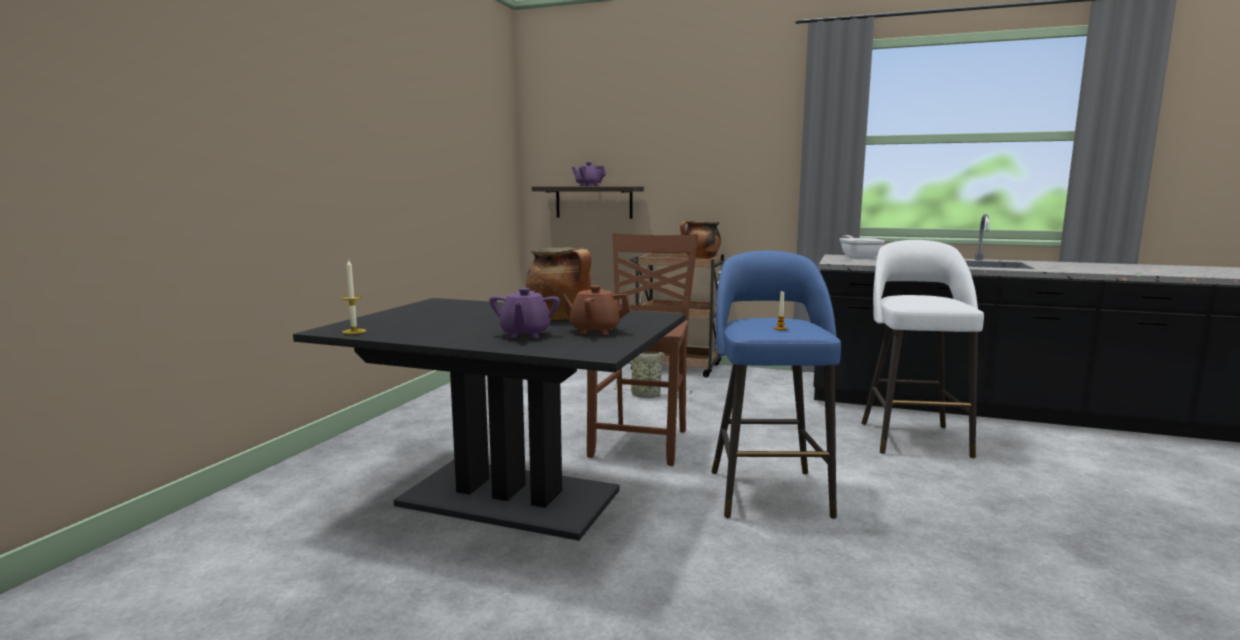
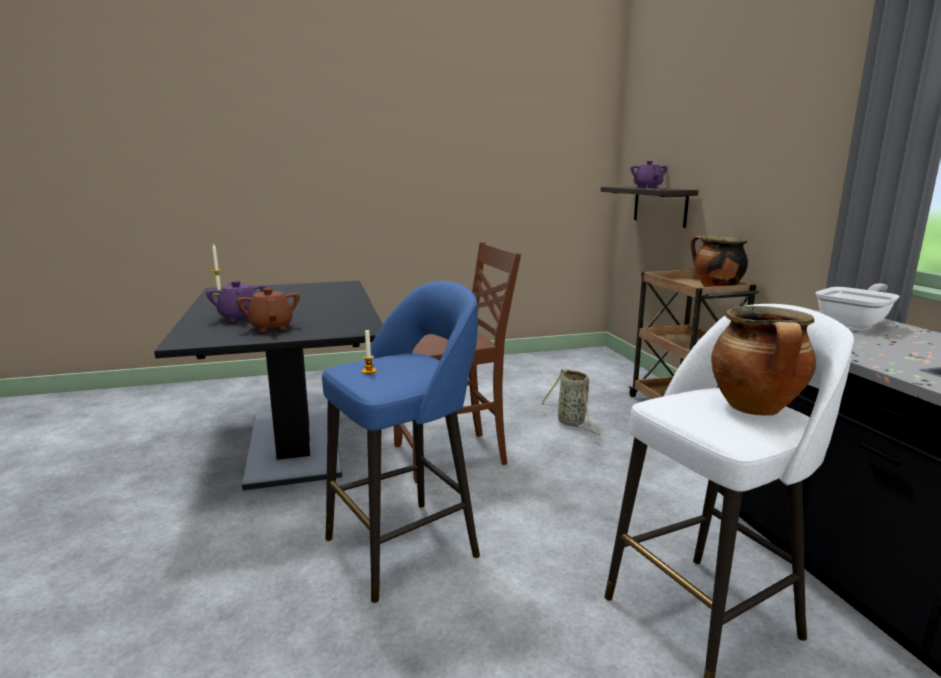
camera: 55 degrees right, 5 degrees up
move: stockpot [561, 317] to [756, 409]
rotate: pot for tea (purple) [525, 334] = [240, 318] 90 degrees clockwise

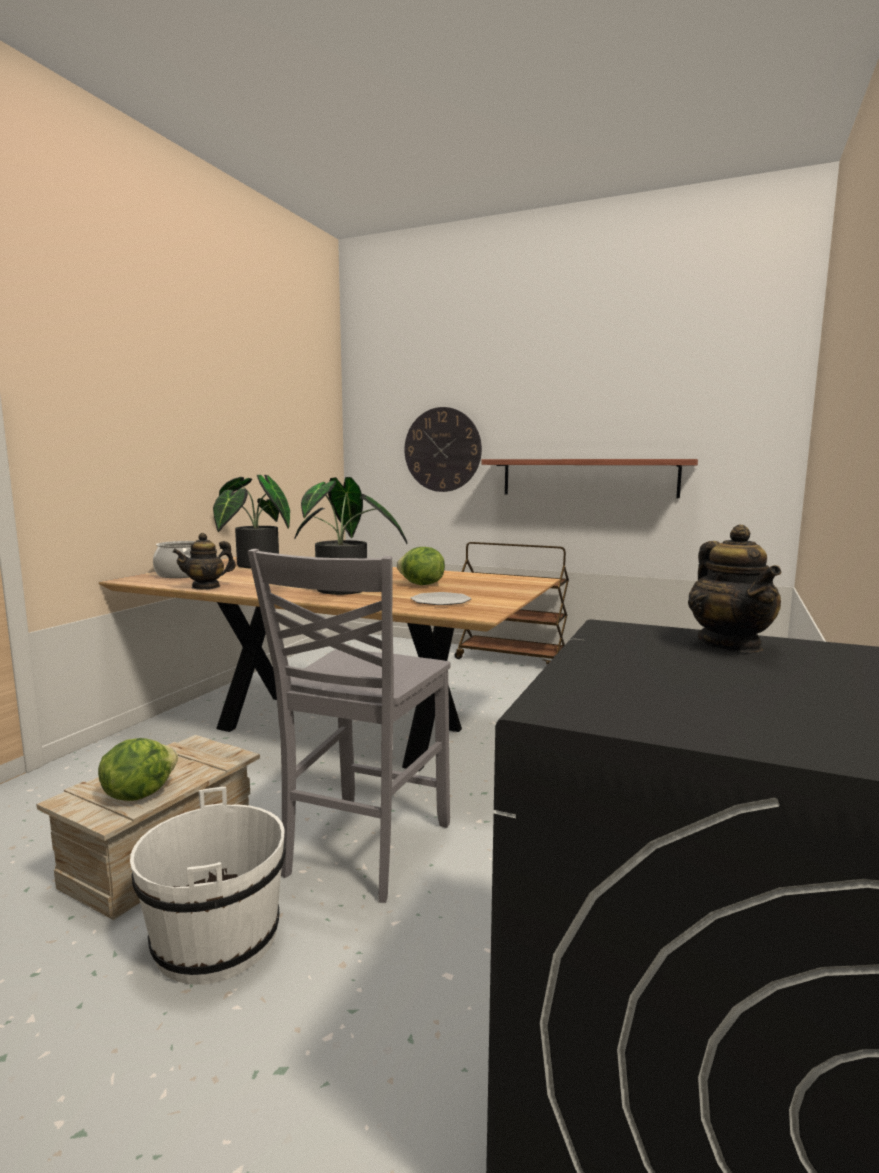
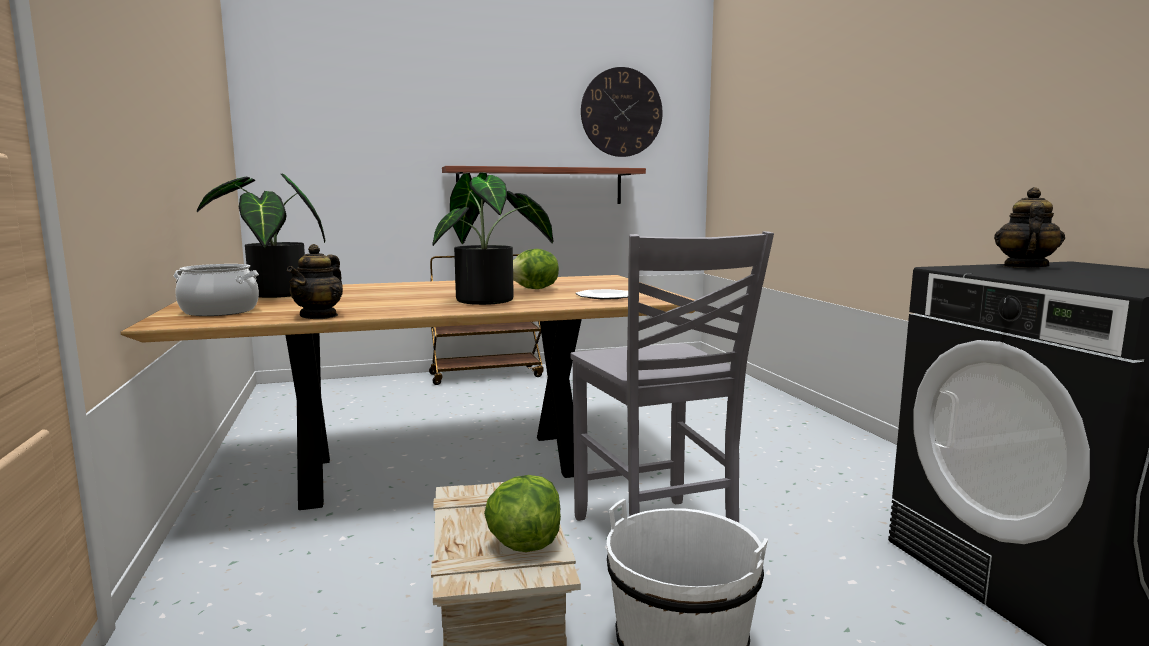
camera: 40 degrees left, 0 degrees up
move: wall clock [442, 450] to [621, 112]
rotate: pot for tea [730, 645] = [1024, 267] 105 degrees counterclockwise

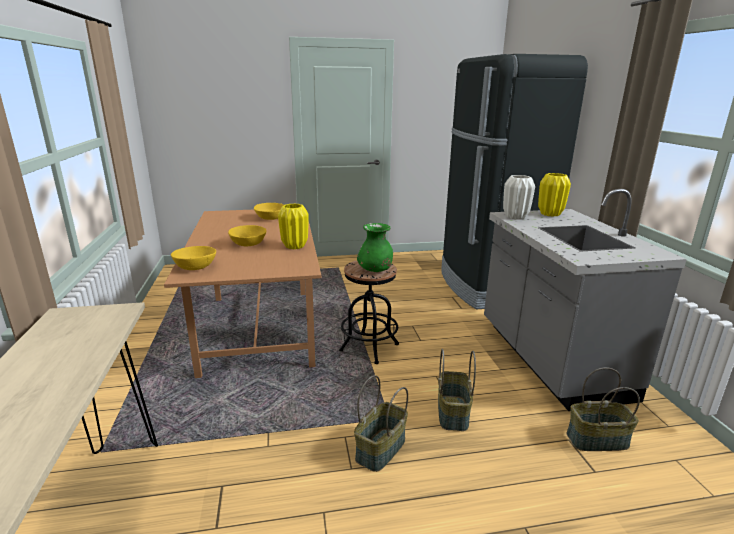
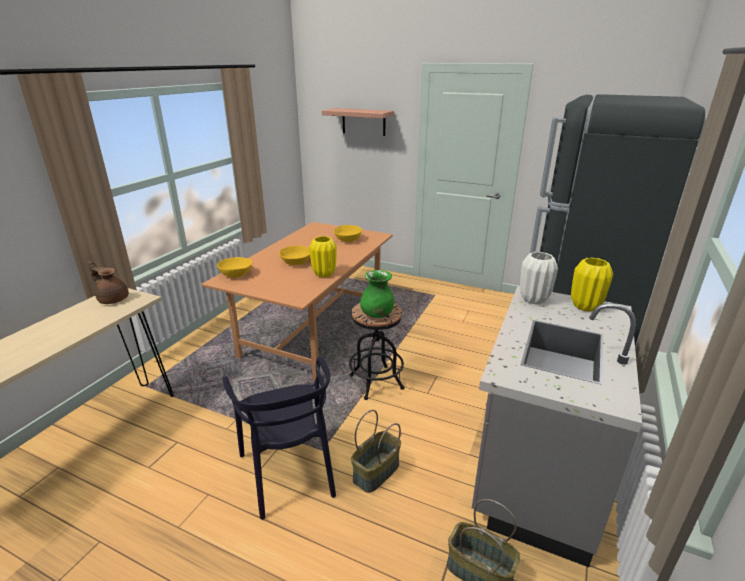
camera: 35 degrees right, 5 degrees up
insert: pot for tea (brownish) [113, 299]; bracket shelf [363, 122]
replace: basket [381, 450] to upright chair (blackish) [289, 472]

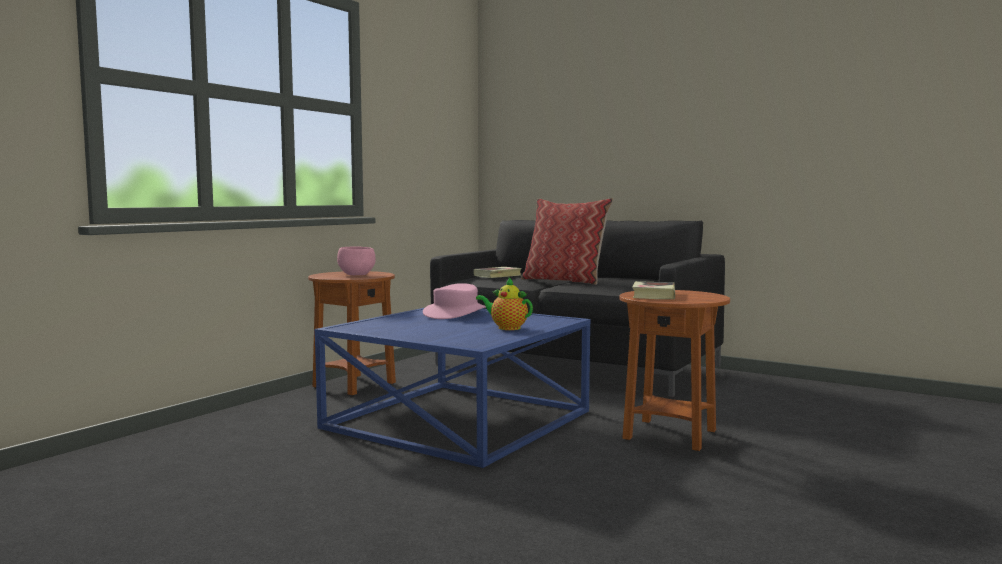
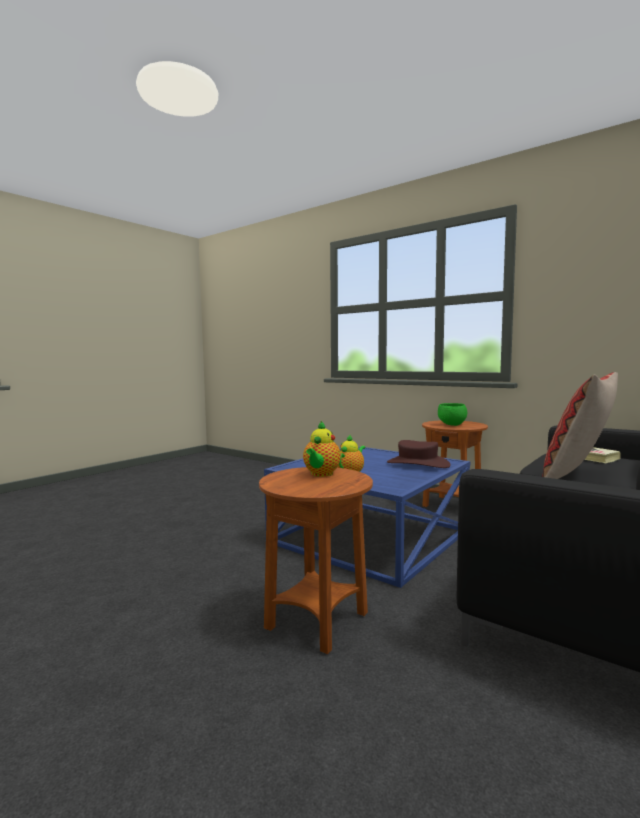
camera: 95 degrees right, 0 degrees up
replace: book [653, 295] to pot for tea [321, 474]
recolor: hat (pink-coloured) [455, 313] to hat (brownish) [418, 464]; serving bowl (pink-coloured) [357, 275] to serving bowl (green) [452, 425]

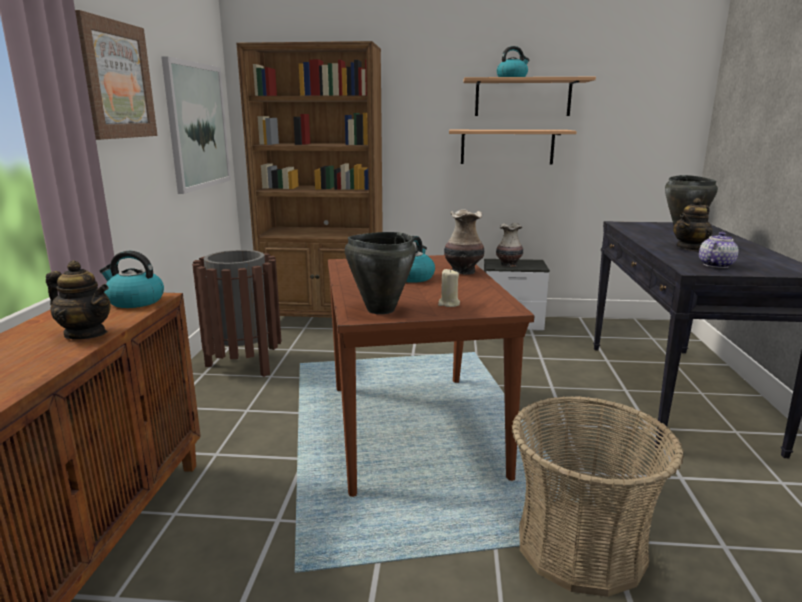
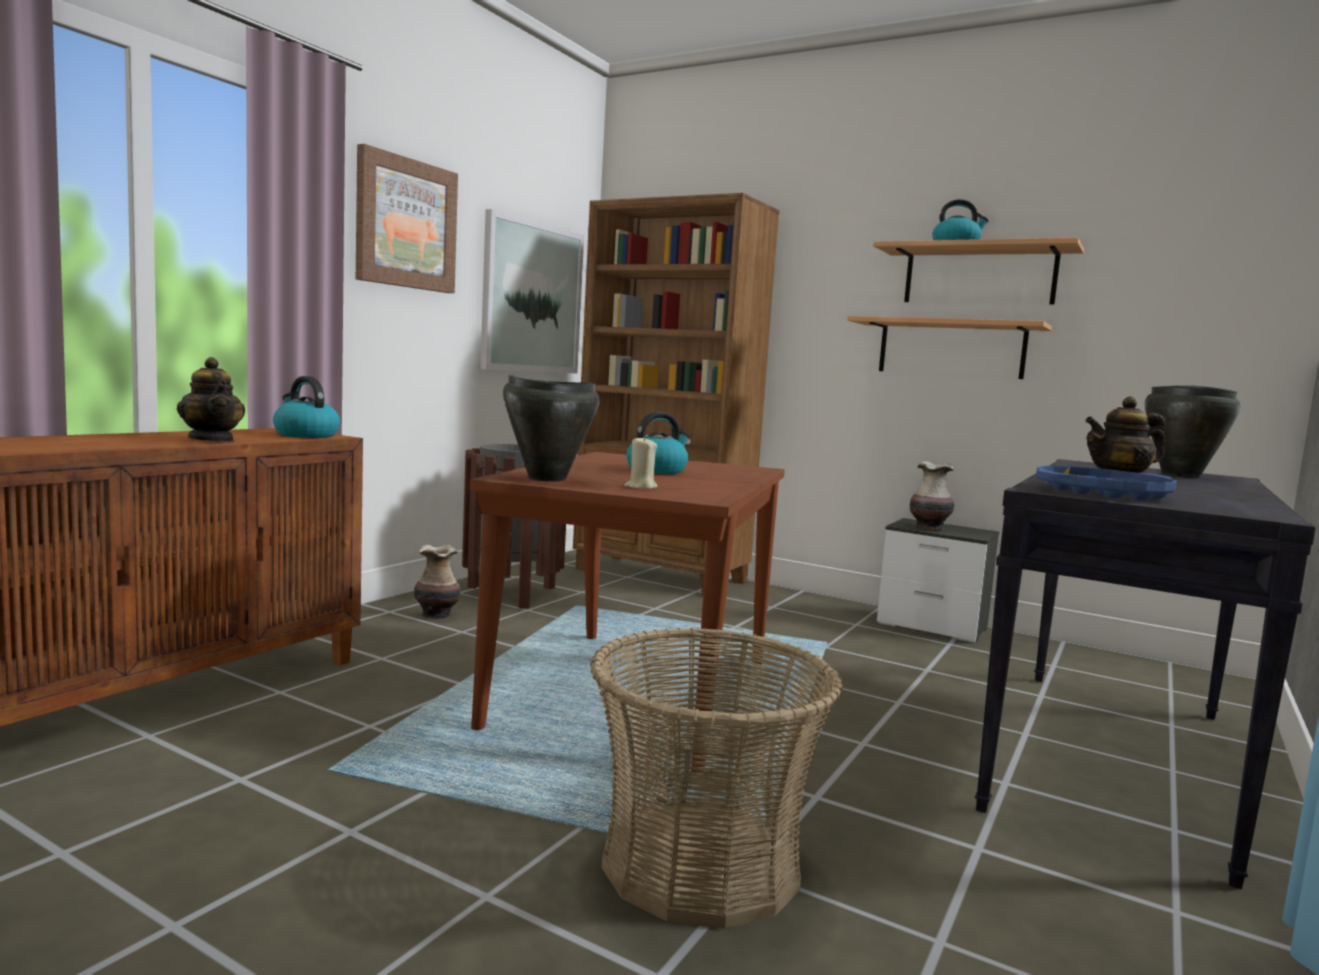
camera: 25 degrees right, 10 degrees down
move: flower vase [462, 271] to [436, 615]
replace: pot for tea [715, 265] to carrying tray (blue) [1102, 493]

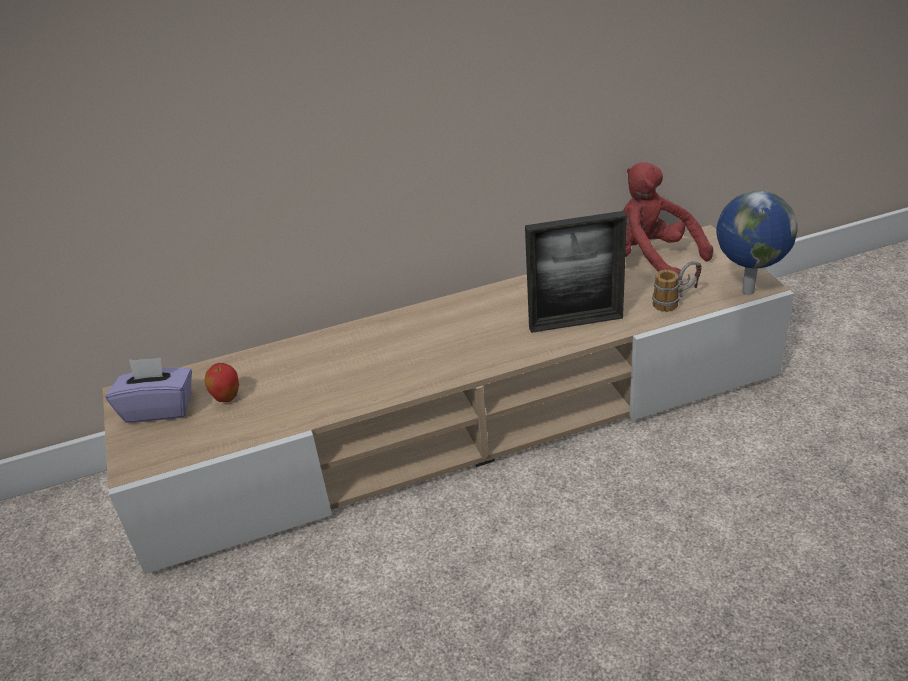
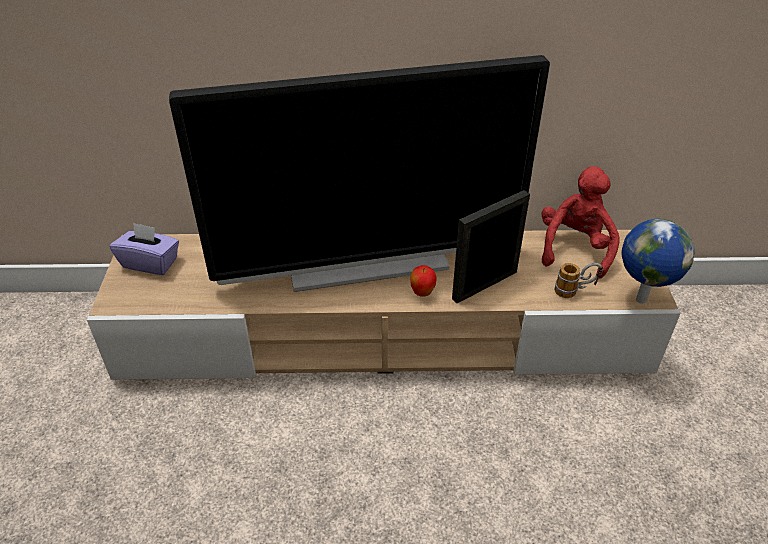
camera: 15 degrees right, 5 degrees up
insert: TV set [368, 264]
move: apple fruit [227, 398] to [422, 293]
rotate: photo frame [576, 322] = [484, 285] 135 degrees clockwise; soft toy (red-coloured) [652, 261] = [574, 248] 45 degrees clockwise

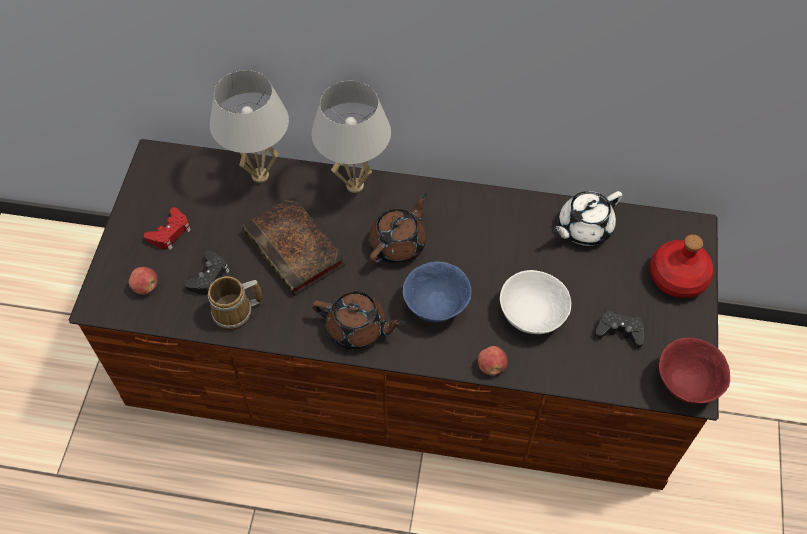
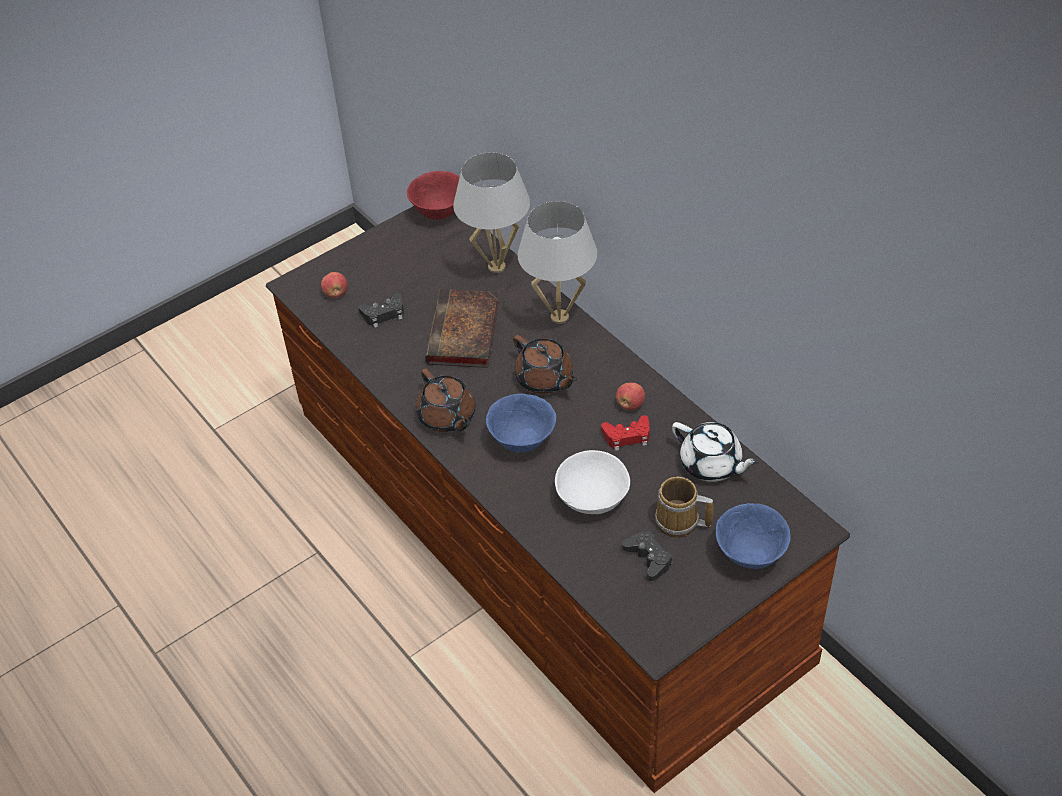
camera: 45 degrees right, 10 degrees down
move: serving bowl (red-coloured) [686, 384] to [439, 212]; gamepad (red-coloured) [170, 233] to [627, 436]; apple fruit [491, 367] to [630, 405]; mug [236, 313] to [679, 523]
replace: drink bottle (red-coloured) [677, 278] to serving bowl (blue) [749, 555]
rotate: pot for tea (brownish) [398, 244] = [545, 379] 60 degrees clockwise; pot for tea (white) [583, 228] = [711, 464] 150 degrees counterclockwise

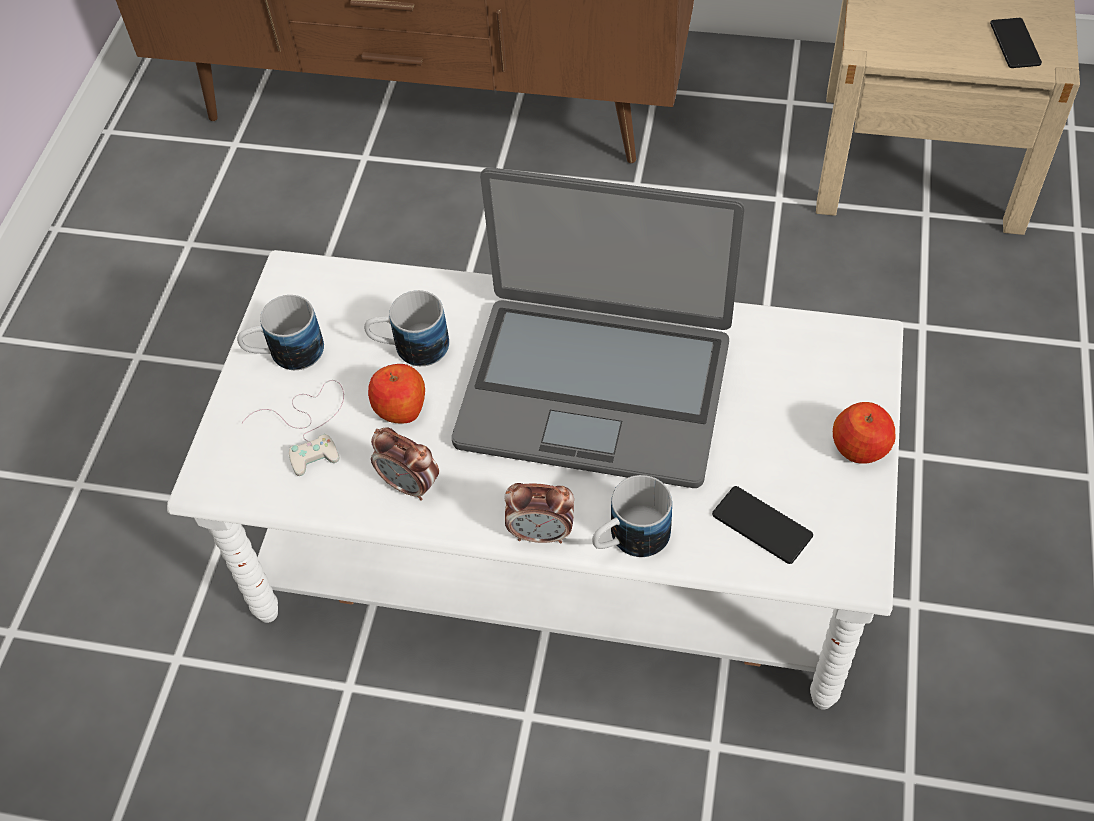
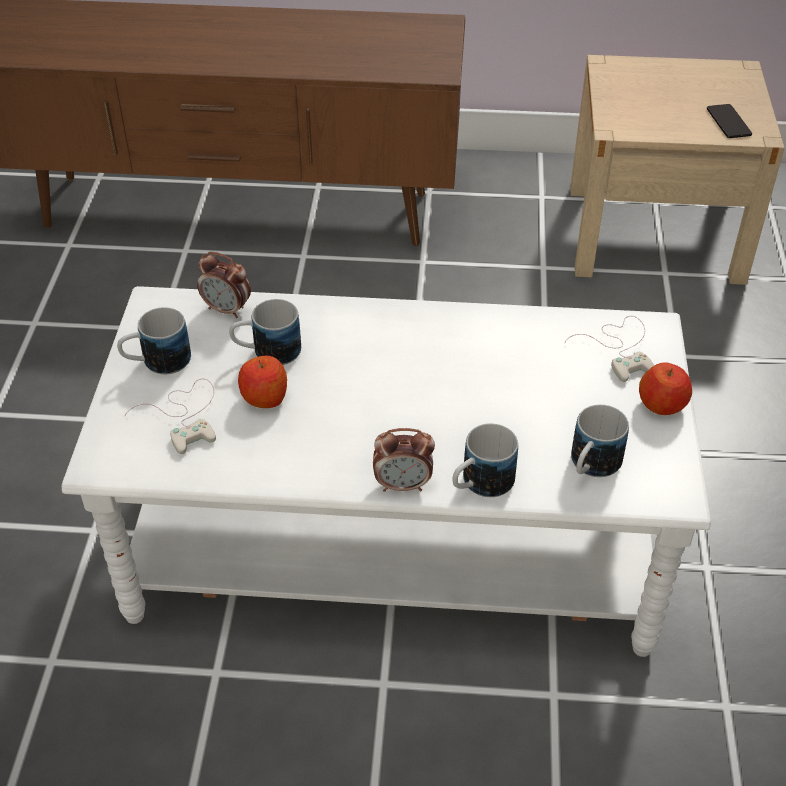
camera: 10 degrees left, 10 degrees down
delete: portable computer [595, 389]
insert: gamepad (white) [620, 348]
move: alarm clock [410, 485] to [227, 309]
replace: phone [762, 525] to mug [591, 467]

